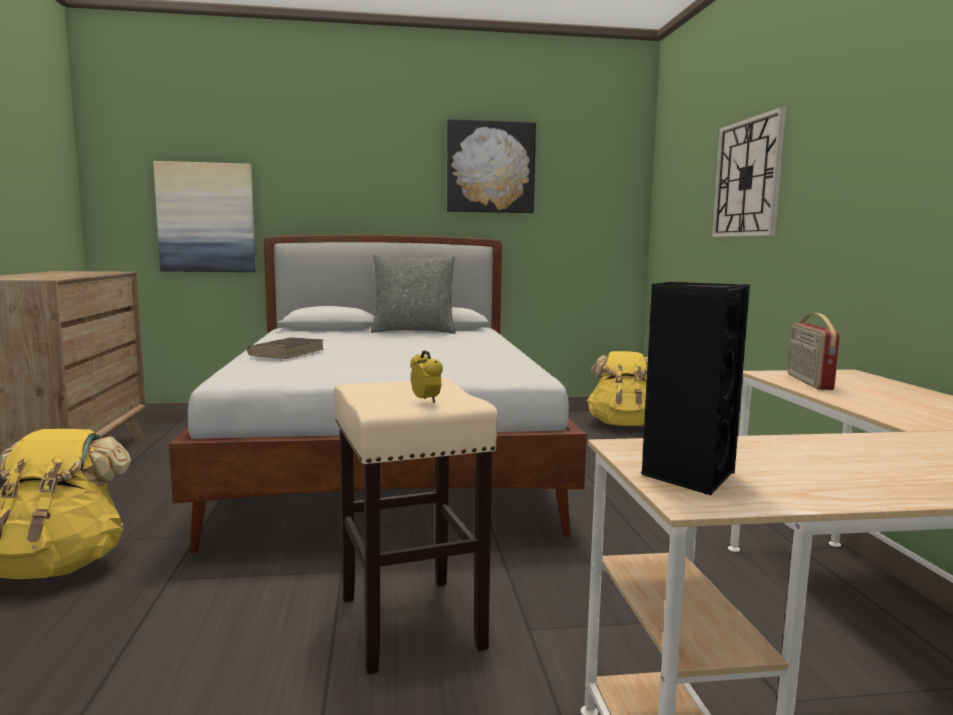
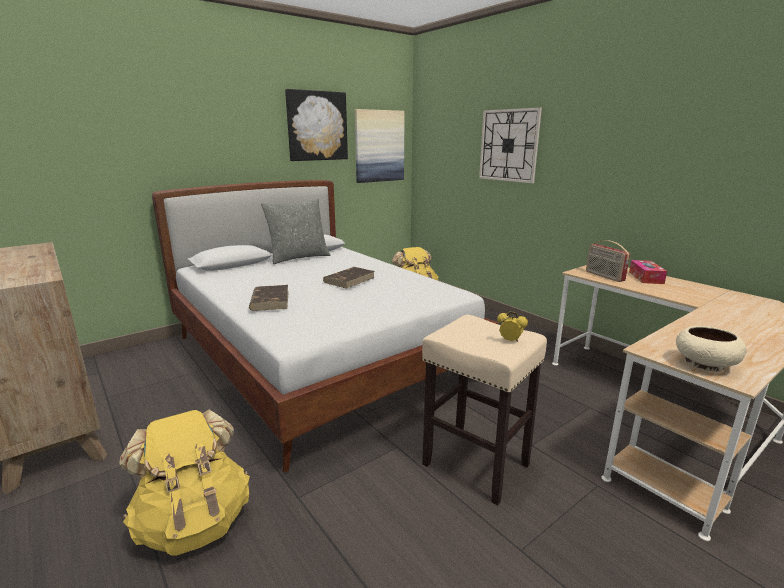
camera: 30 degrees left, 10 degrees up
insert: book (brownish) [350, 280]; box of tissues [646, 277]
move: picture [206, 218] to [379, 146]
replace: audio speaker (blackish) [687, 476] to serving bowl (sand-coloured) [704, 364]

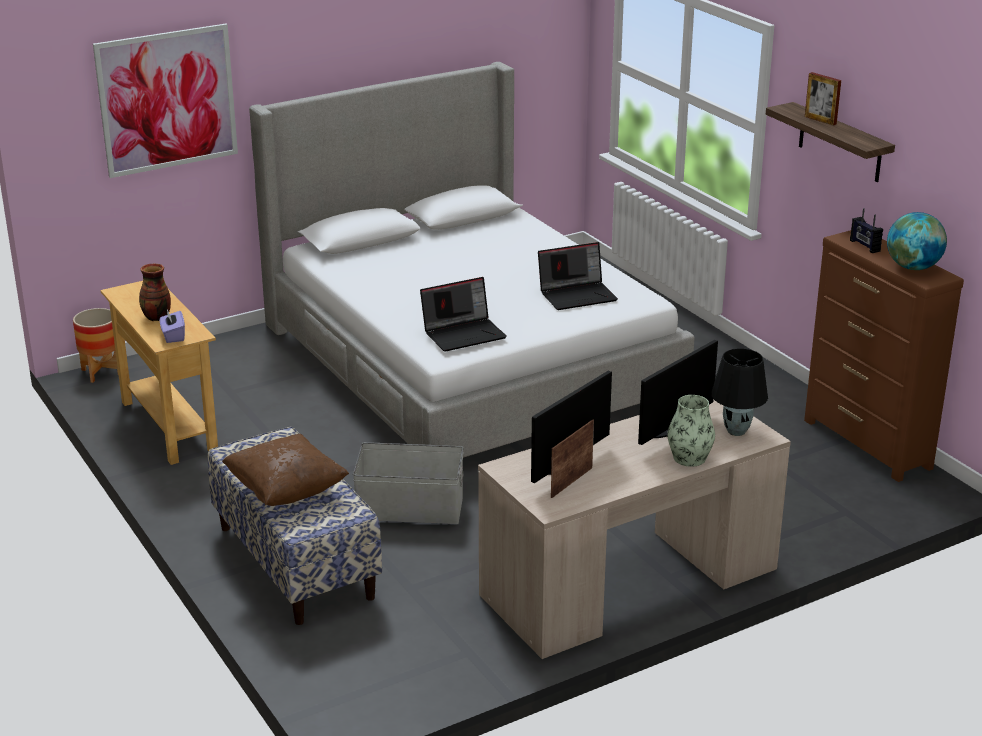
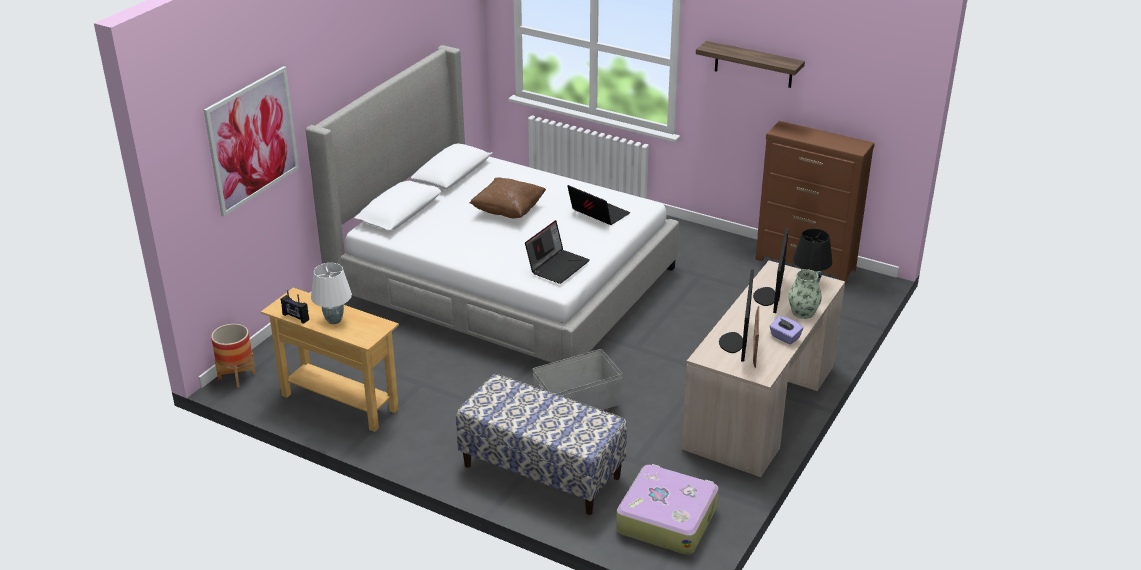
camera: 30 degrees left, 5 degrees up
delete: photo frame [820, 120]; world globe [913, 267]
insert: travel case [666, 519]
move: radio receiver [864, 246] to [295, 317]; pillow (brownish) [286, 491] to [508, 211]; box of tissues (purple) [173, 336] to [784, 337]
replace: flower vase [156, 317] to table lamp (white) [334, 321]
rotate: portable computer [578, 295] = [597, 213] 90 degrees counterclockwise

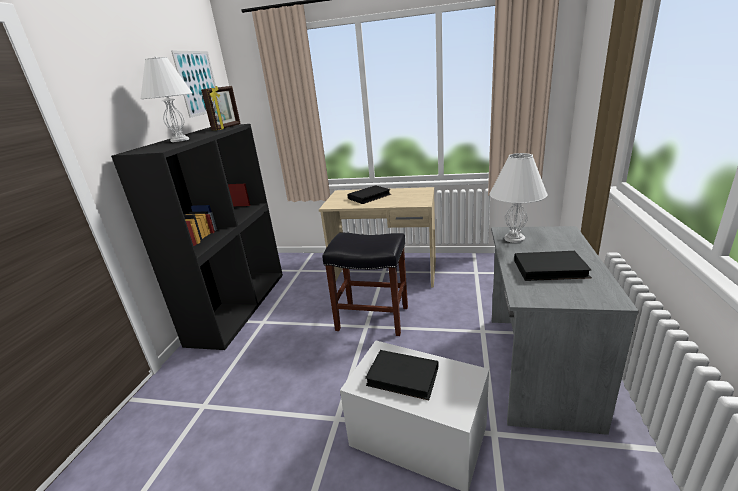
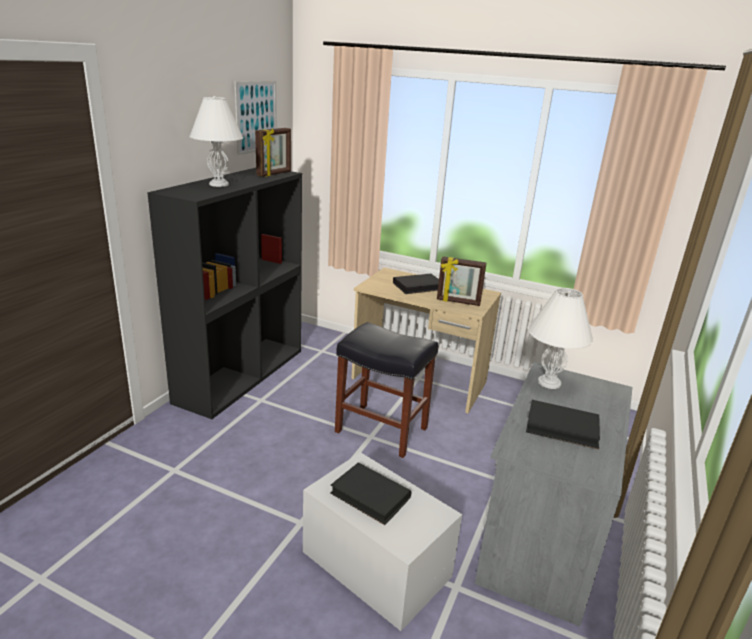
camera: 10 degrees right, 0 degrees up
insert: photo frame [458, 302]

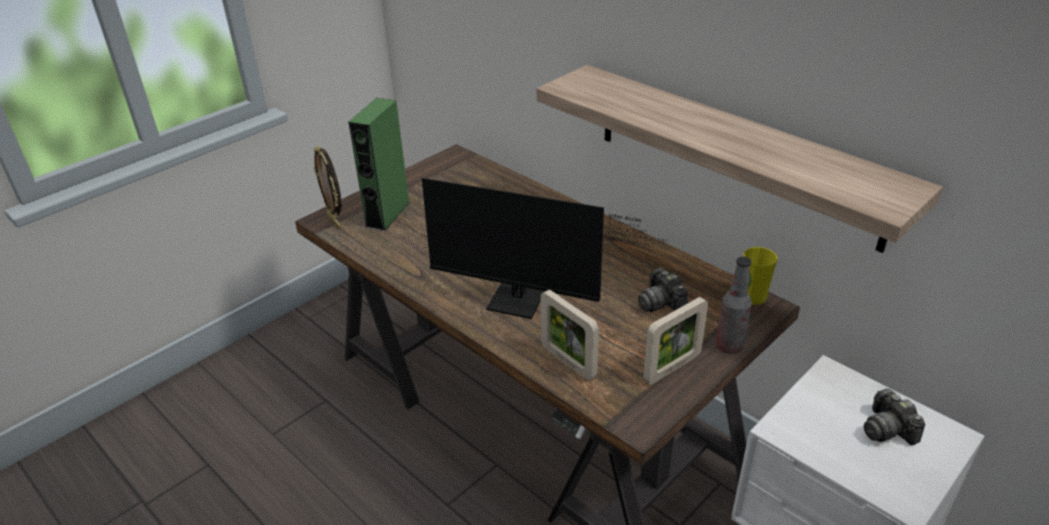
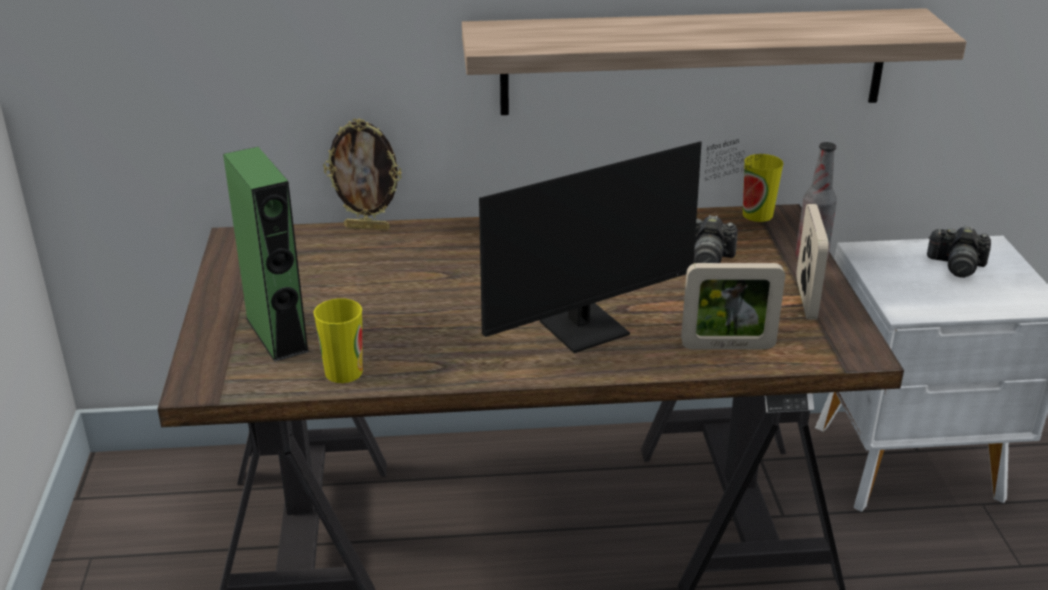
camera: 50 degrees left, 5 degrees down
insert: small cup [343, 372]
move: photo frame [335, 222] to [367, 227]

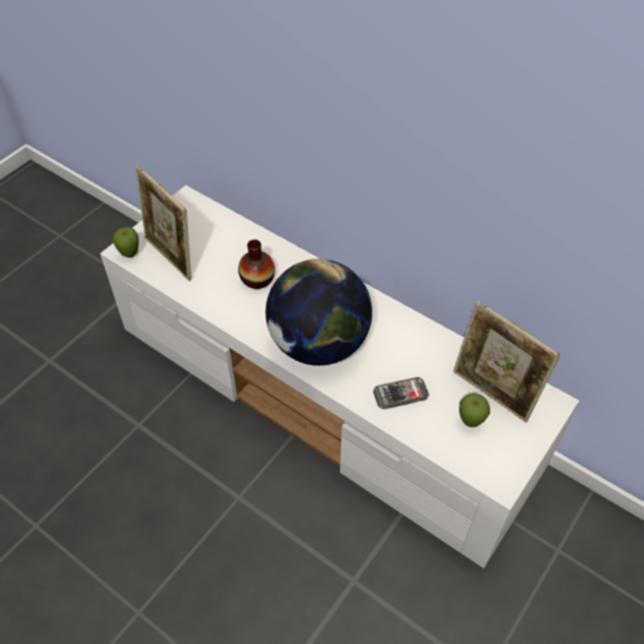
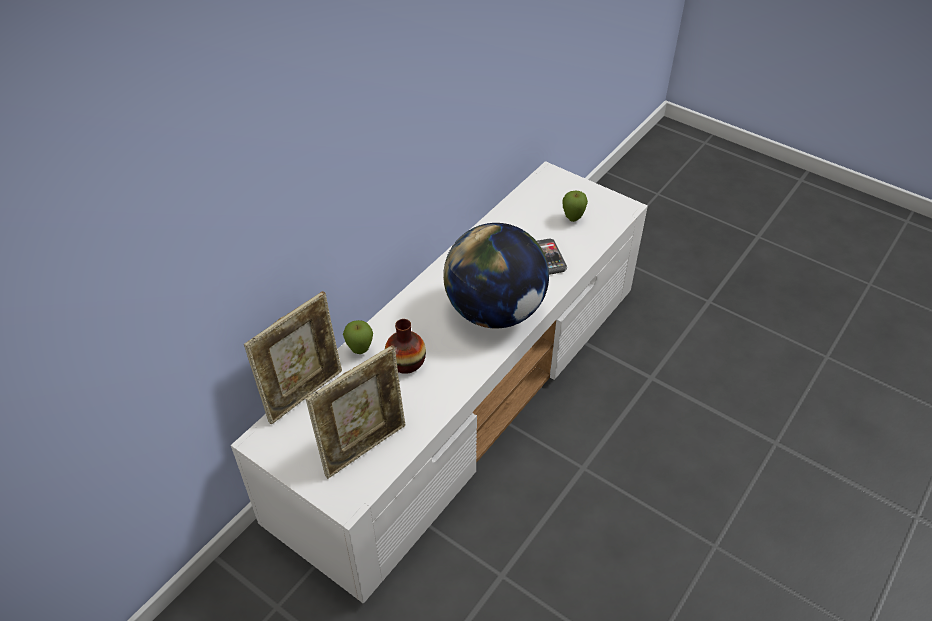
camera: 90 degrees left, 5 degrees down
move: photo frame [492, 394] to [304, 393]; apple fruit [130, 254] to [360, 351]

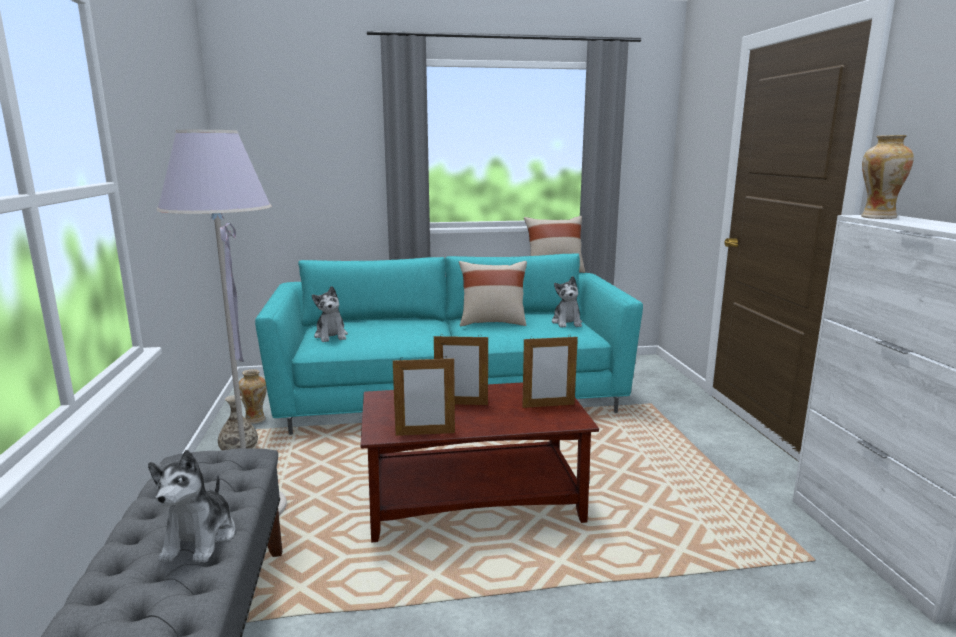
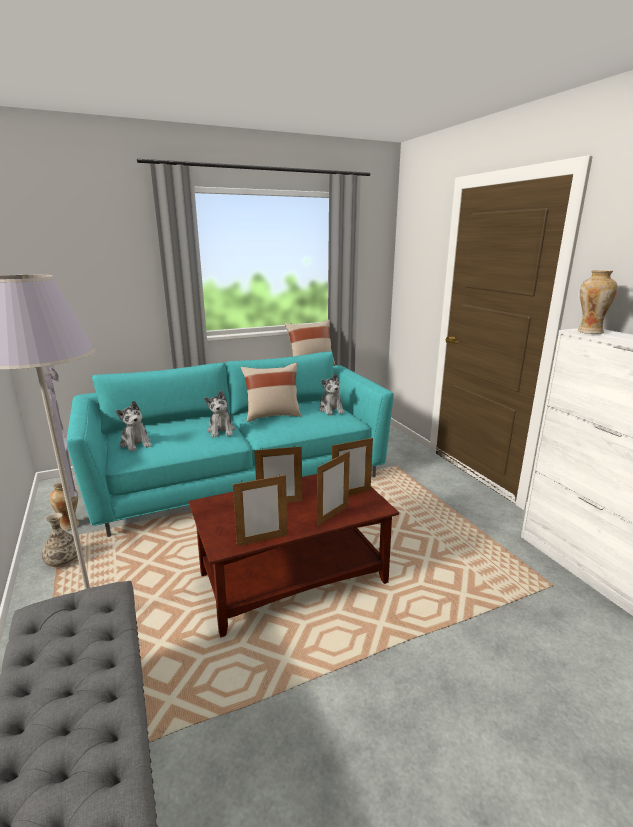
camera: 15 degrees left, 5 degrees up
insert: photo frame [333, 515]
move: soft toy [200, 539] to [221, 430]

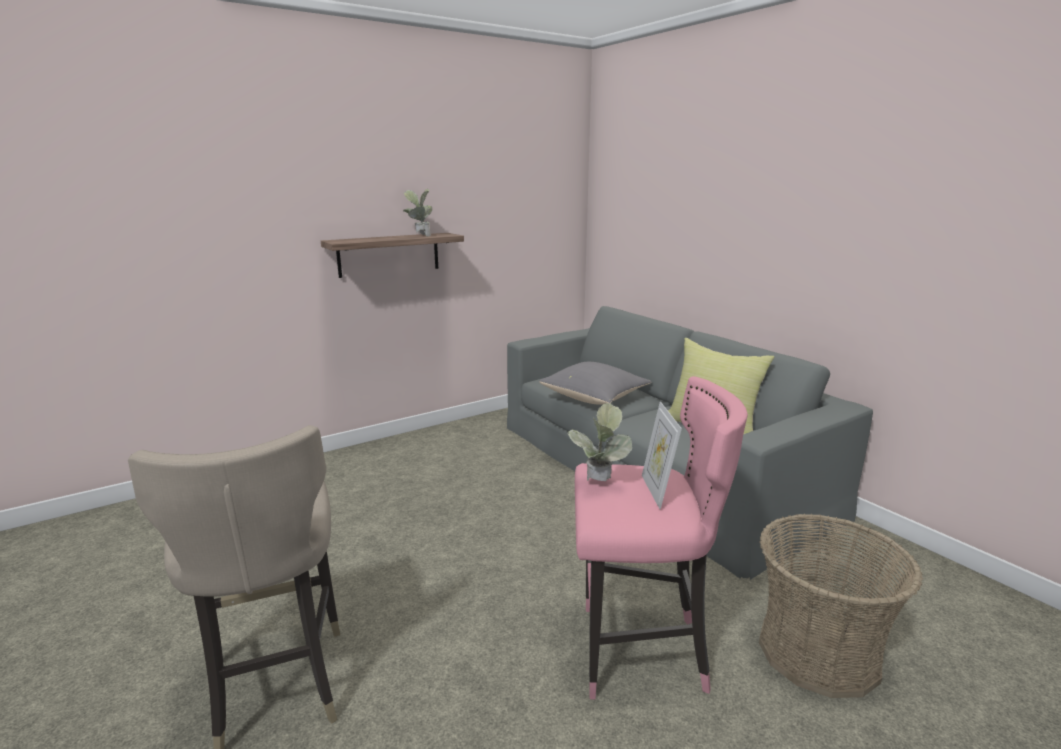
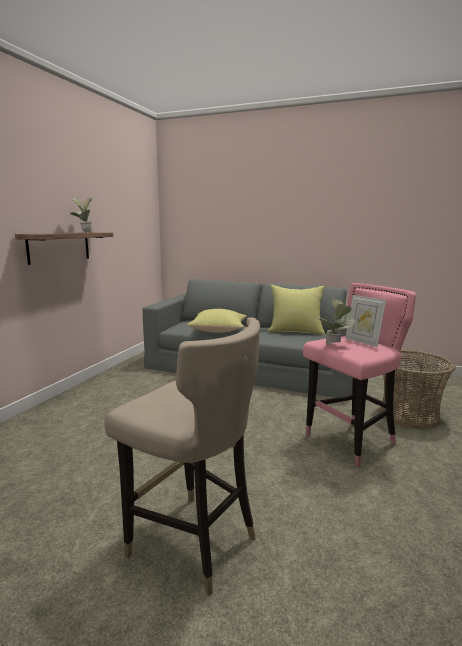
camera: 35 degrees left, 5 degrees down
recolor: pillow (greyish) [595, 399] to pillow (yellow) [219, 331]

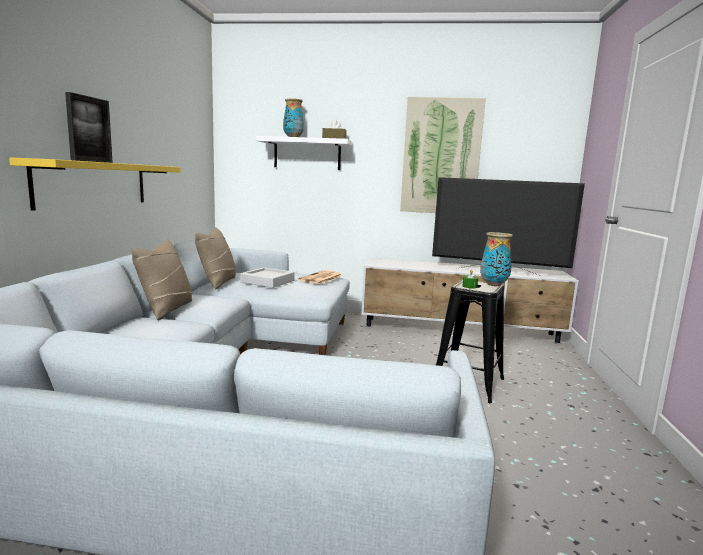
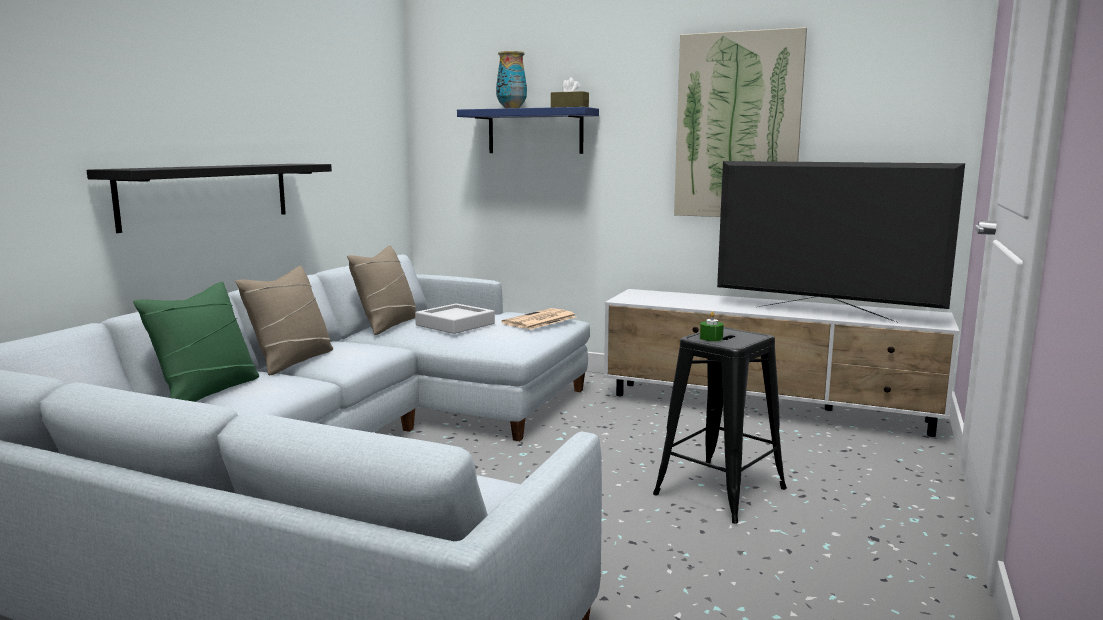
camera: 15 degrees right, 0 degrees up
delete: photo frame [92, 161]; flower vase [494, 284]
insert: pillow (green) [207, 391]
recolor: bracket shelf (yellow) [94, 184] to bracket shelf (blackish) [208, 194]; bracket shelf (white) [307, 154] to bracket shelf (blue) [535, 131]

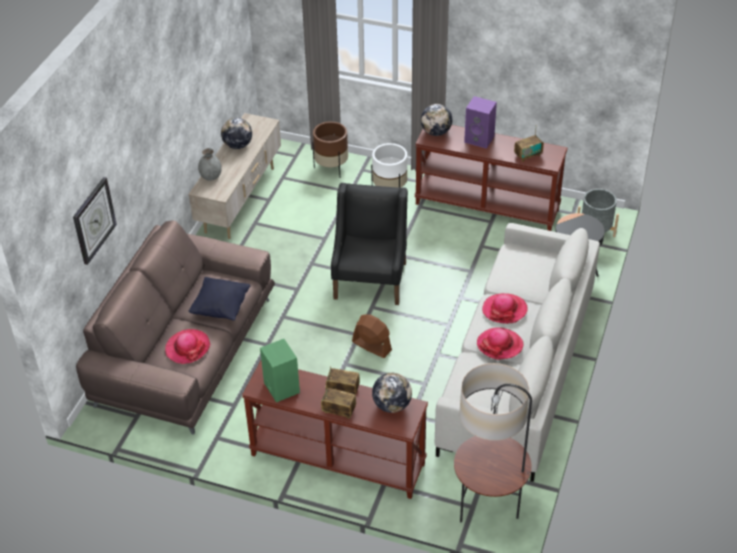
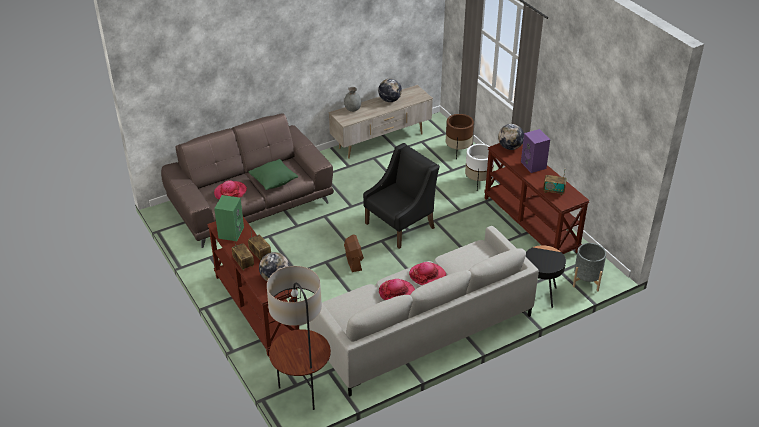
camera: 40 degrees right, 5 degrees down
delete: wall clock [93, 220]
recolor: pillow (blackish) [221, 308] to pillow (green) [274, 182]

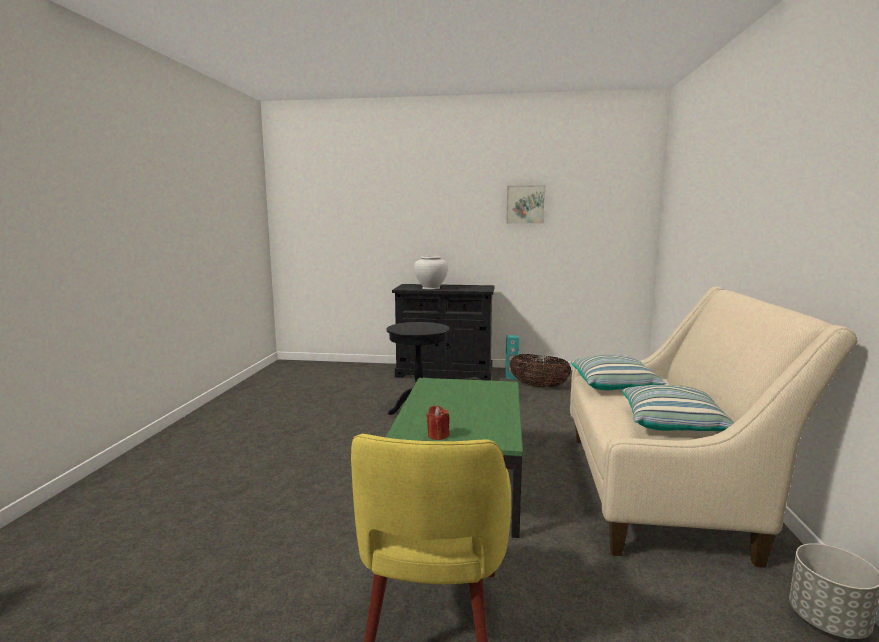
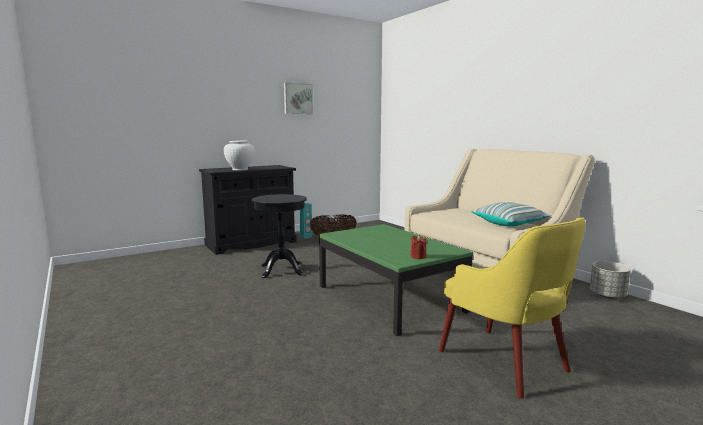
camera: 40 degrees left, 0 degrees up
delete: pillow [614, 386]

